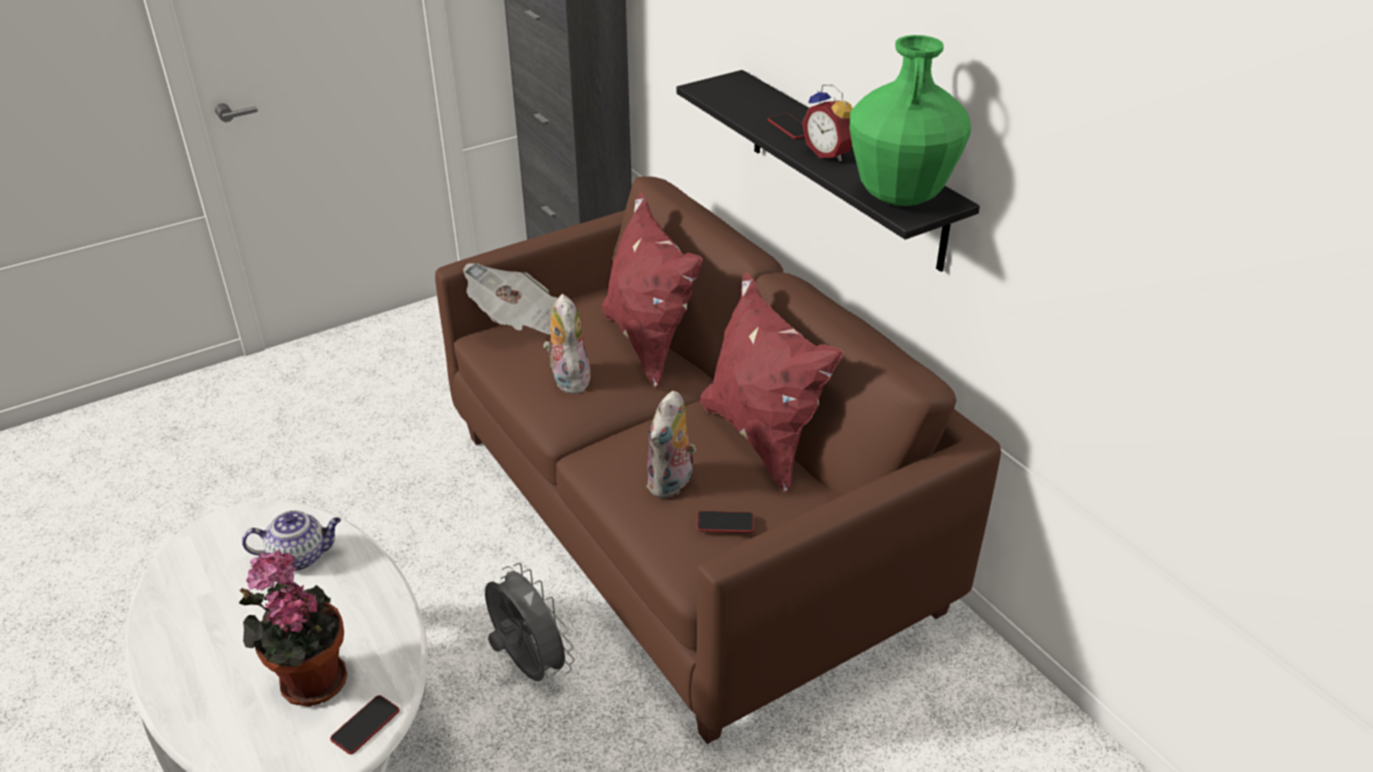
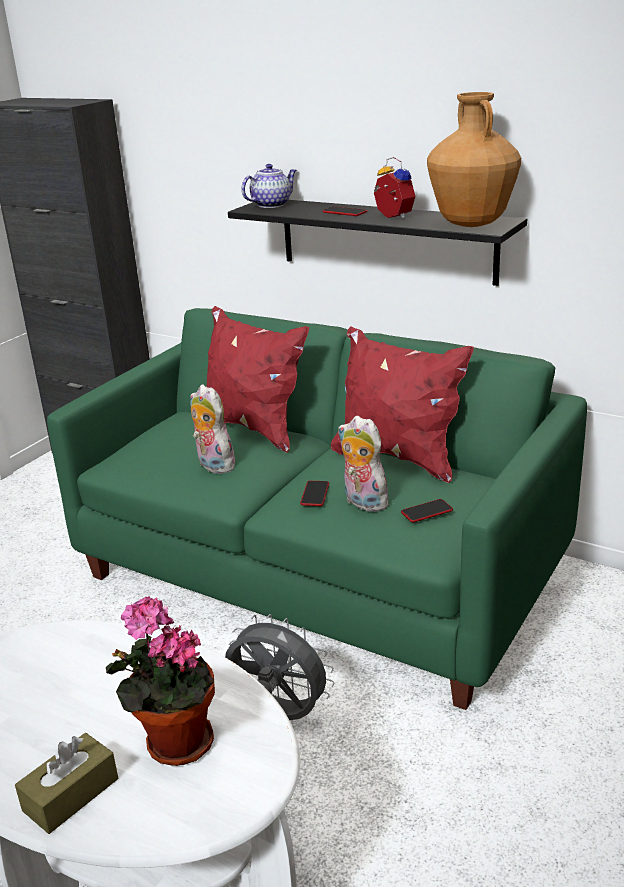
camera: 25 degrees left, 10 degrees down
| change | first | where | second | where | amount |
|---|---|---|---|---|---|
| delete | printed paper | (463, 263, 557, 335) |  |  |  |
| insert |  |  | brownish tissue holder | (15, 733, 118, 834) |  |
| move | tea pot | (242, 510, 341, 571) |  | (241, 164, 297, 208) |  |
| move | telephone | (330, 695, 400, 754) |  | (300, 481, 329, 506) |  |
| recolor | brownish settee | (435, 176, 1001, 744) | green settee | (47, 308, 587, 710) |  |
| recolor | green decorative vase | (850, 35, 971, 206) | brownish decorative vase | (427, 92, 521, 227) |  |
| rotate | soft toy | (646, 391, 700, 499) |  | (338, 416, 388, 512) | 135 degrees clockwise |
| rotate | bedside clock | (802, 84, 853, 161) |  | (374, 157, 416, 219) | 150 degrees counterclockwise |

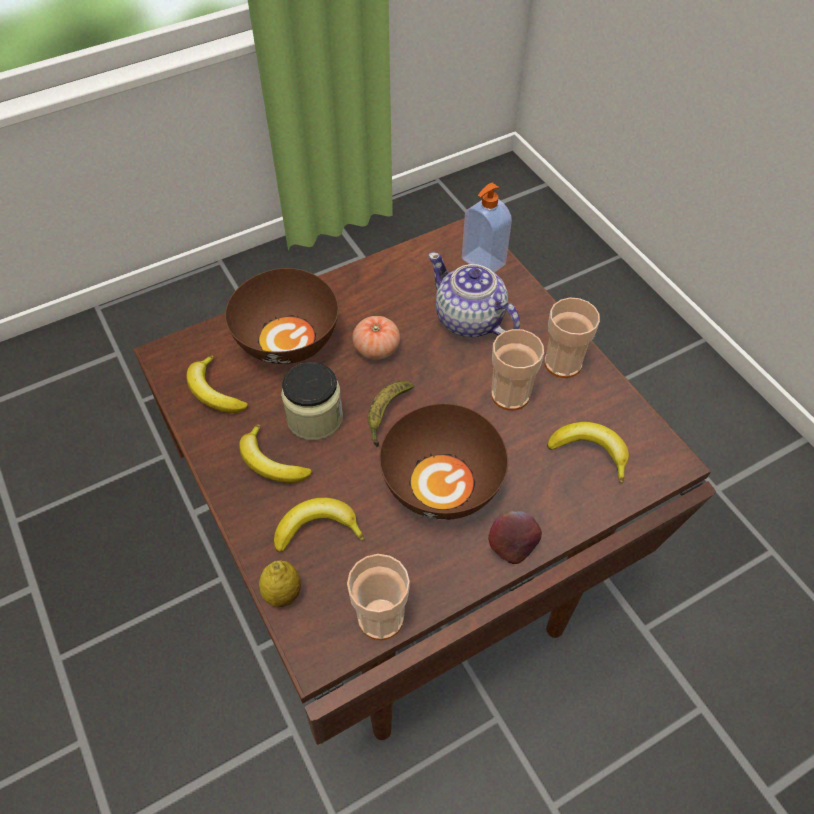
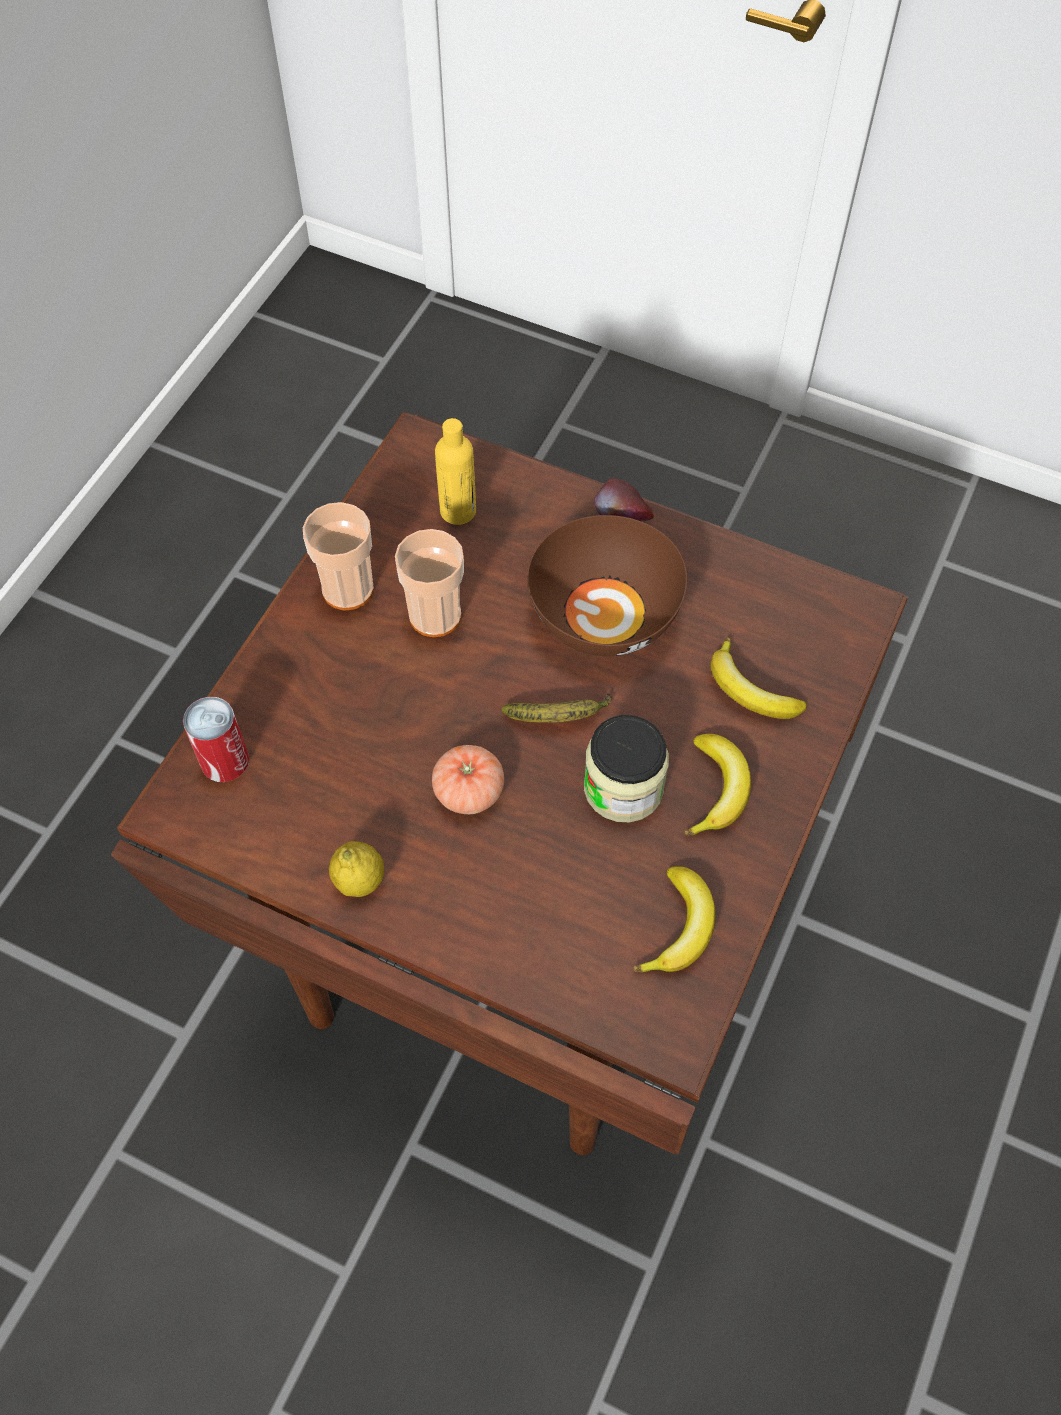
camera: 125 degrees left, 5 degrees up
| change | first | where | second | where | amount |
|---|---|---|---|---|---|
| delete | brownish serving bowl | (225, 268, 339, 364) |  |  |  |
| delete | small cup | (347, 554, 410, 640) |  |  |  |
| delete | tea pot | (428, 252, 520, 337) |  |  |  |
| move | citrus fruit | (259, 561, 301, 607) |  | (329, 841, 384, 897) |  |
| replace | soap bottle | (462, 183, 512, 273) | metal can | (183, 697, 249, 782) |  |
| replace | banana fruit | (547, 422, 629, 484) | yellowish drink bottle | (435, 418, 476, 525) |  |

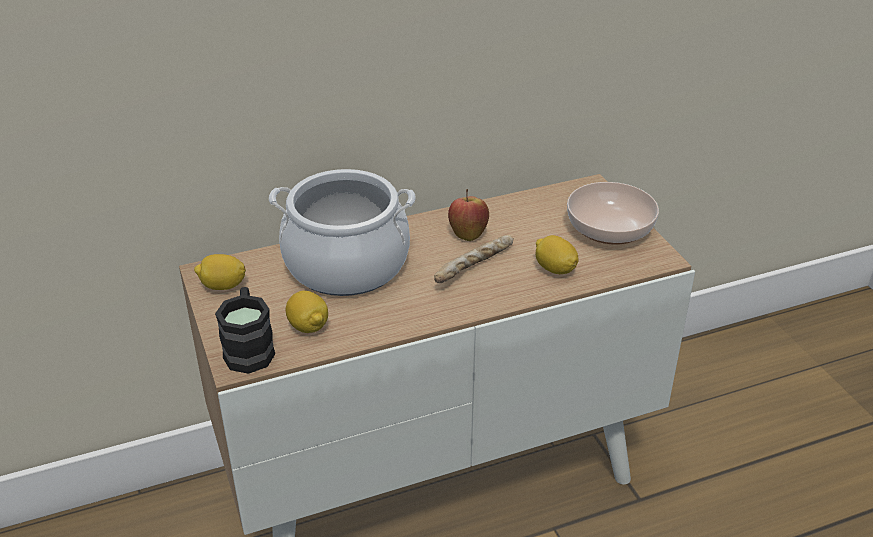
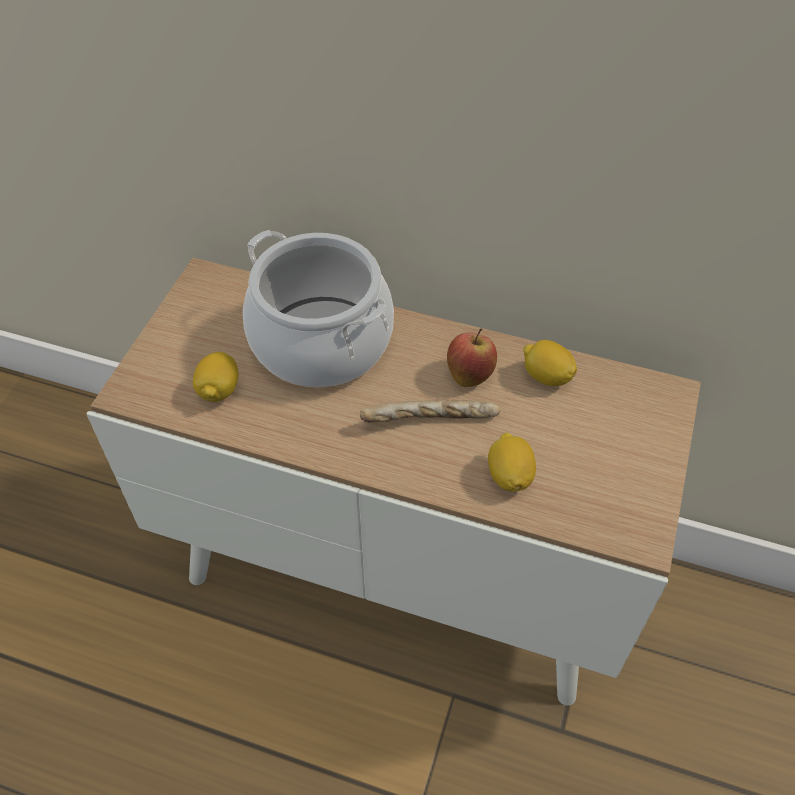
camera: 40 degrees right, 15 degrees up
| change | first | where | second | where | amount |
|---|---|---|---|---|---|
| delete | black tea mug | (215, 287, 275, 374) |  |  |  |
| delete | serving bowl | (567, 182, 659, 244) |  |  |  |
| move | citrus fruit | (194, 254, 246, 290) |  | (523, 340, 577, 386) |  |

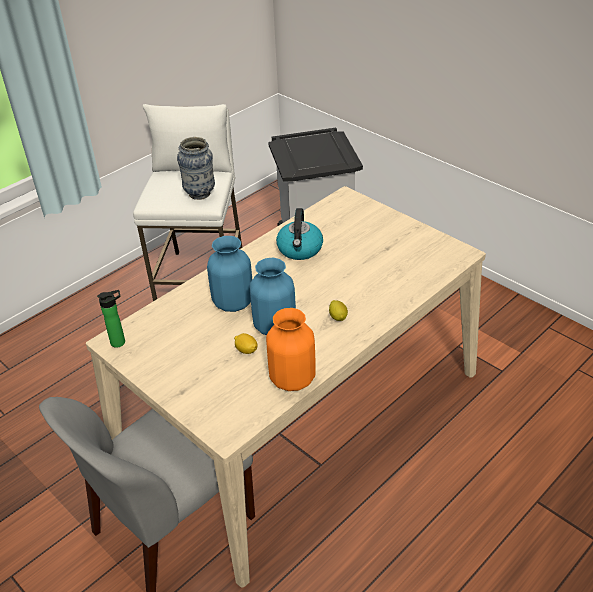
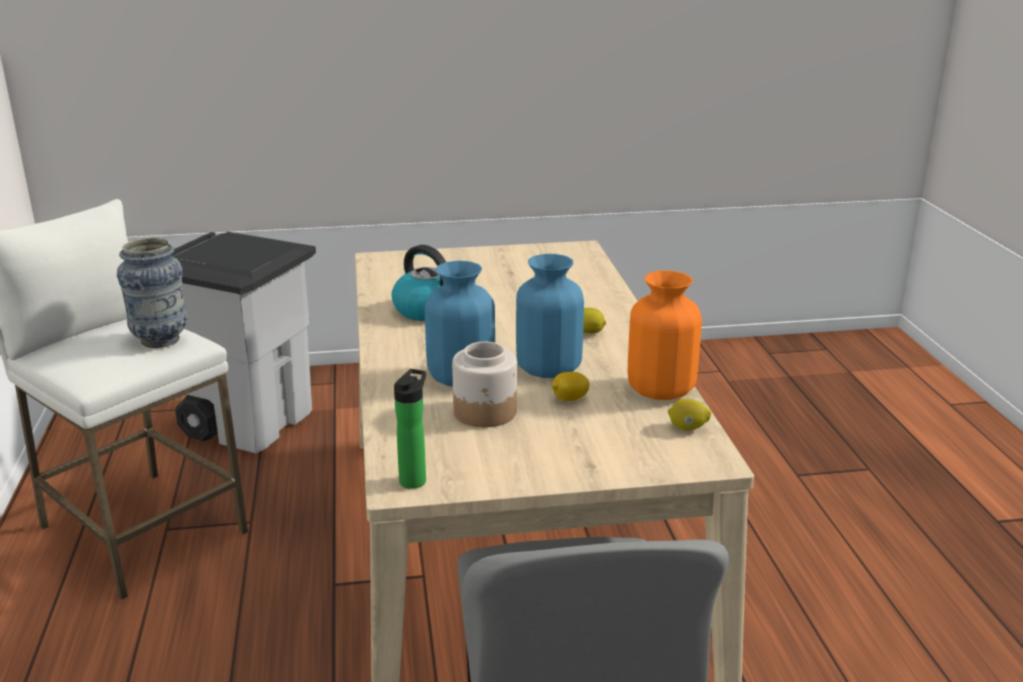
camera: 55 degrees left, 15 degrees down
| change | first | where | second | where | amount |
|---|---|---|---|---|---|
| insert |  |  | preserve jar | (452, 342, 517, 427) |  |
| insert |  |  | citrus fruit | (668, 399, 711, 431) |  |

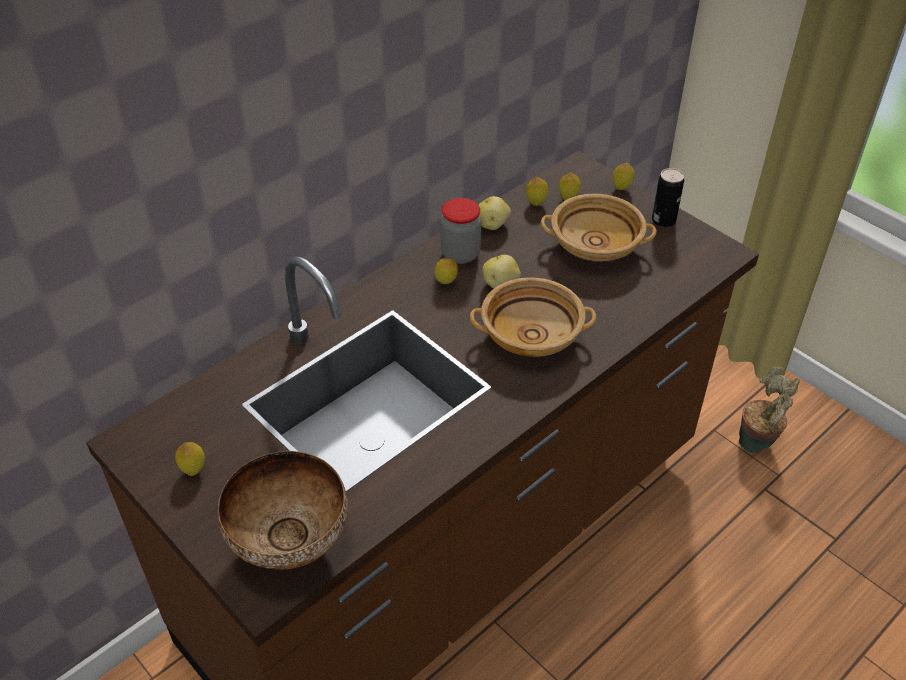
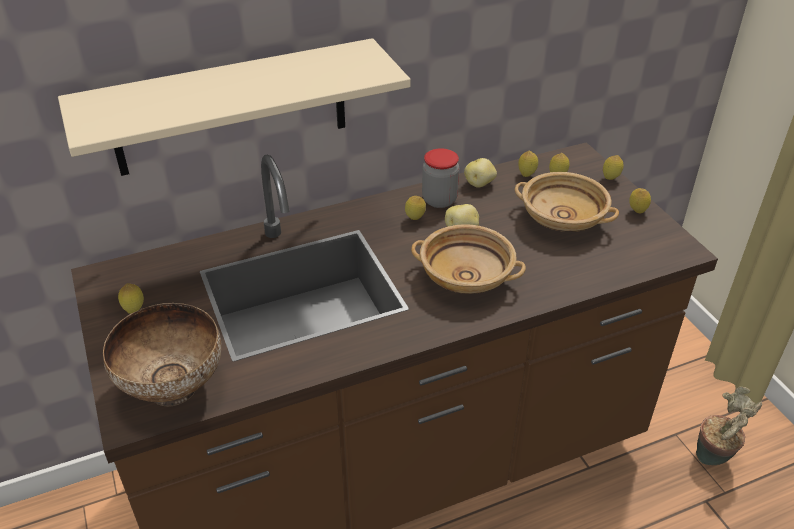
camera: 20 degrees right, 5 degrees down
| change | first | where | second | where | amount |
|---|---|---|---|---|---|
| insert |  |  | beige-coloured shelf | (58, 38, 411, 176) |  |
| replace | metal can | (652, 168, 684, 227) | citrus fruit | (629, 188, 651, 213) |  |

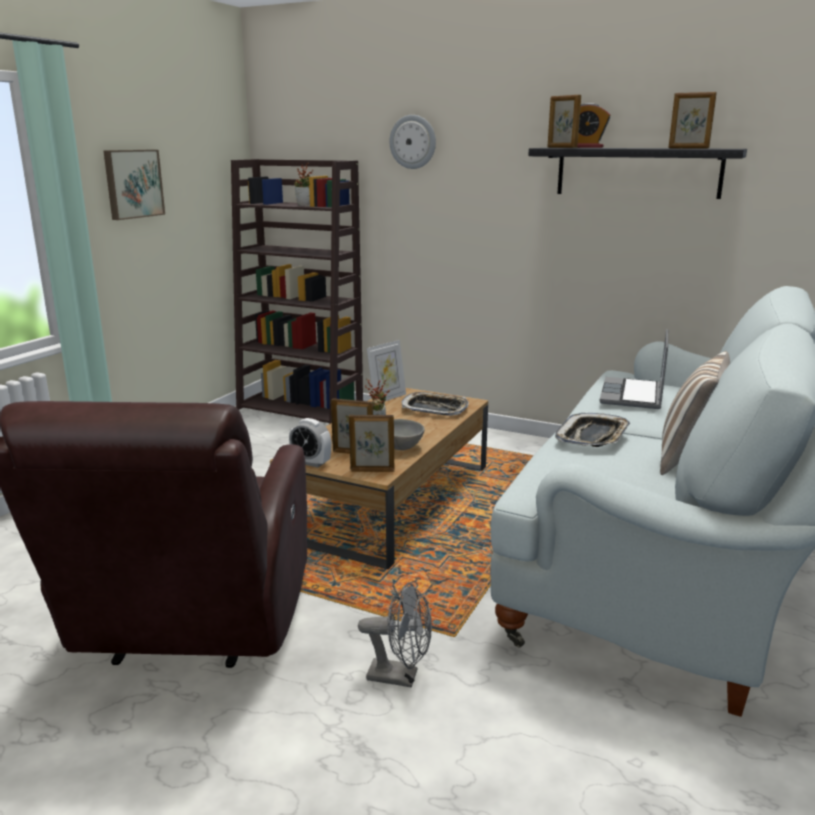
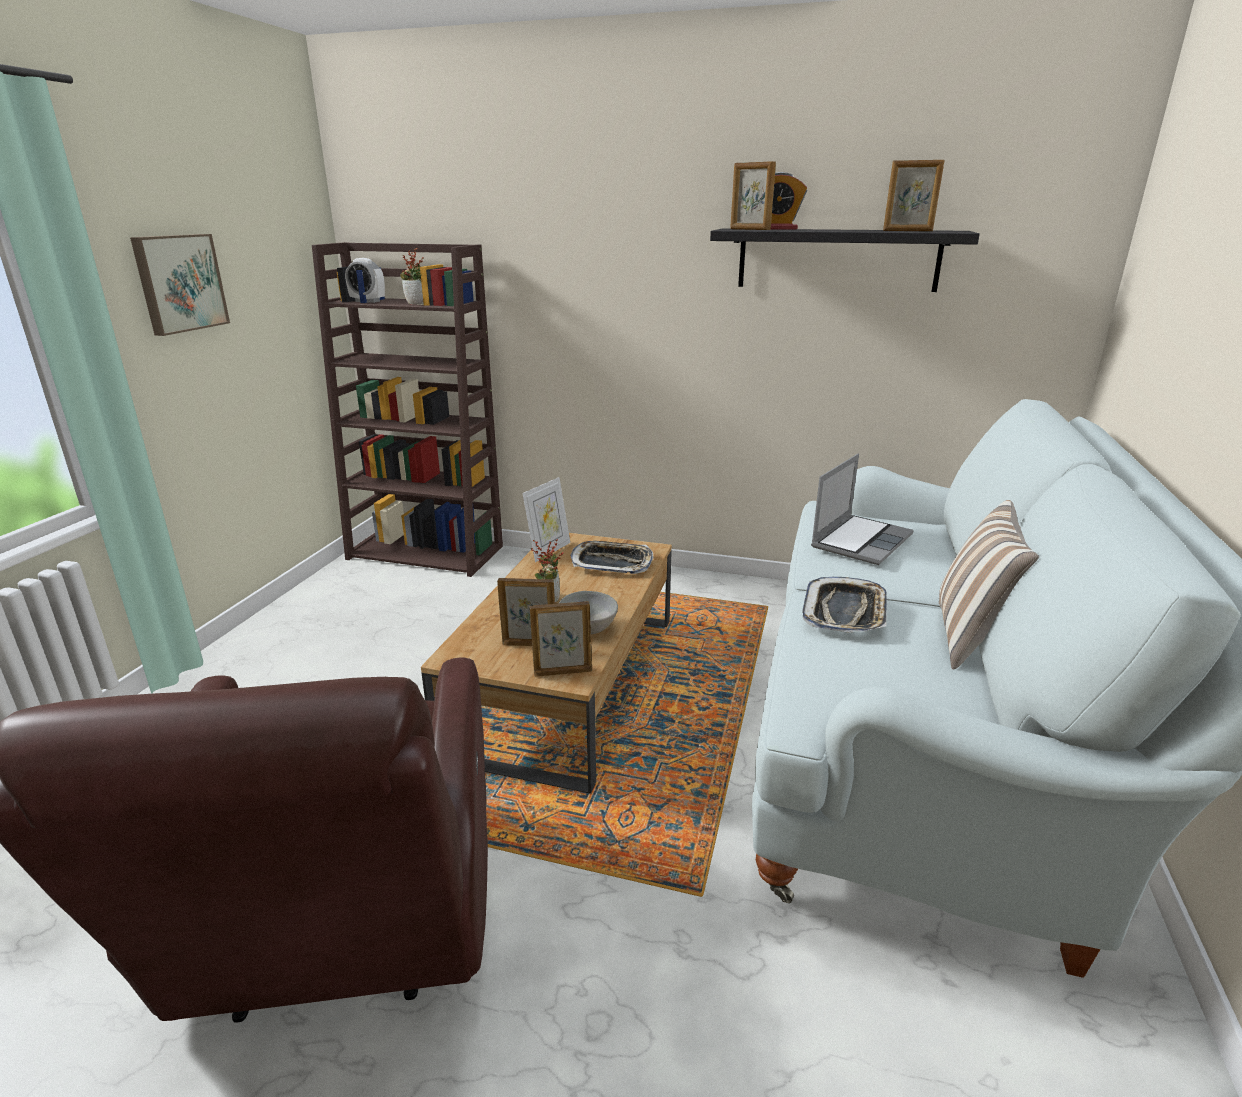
camera: 10 degrees left, 5 degrees up
| change | first | where | second | where | amount |
|---|---|---|---|---|---|
| delete | gray electric fan | (358, 583, 432, 688) |  |  |  |
| delete | hanging clock | (389, 115, 436, 169) |  |  |  |
| move | bedside clock | (289, 418, 331, 467) |  | (345, 258, 385, 303) |  |
| rotate | notebook computer | (600, 329, 668, 409) |  | (811, 454, 914, 565) | 150 degrees counterclockwise |

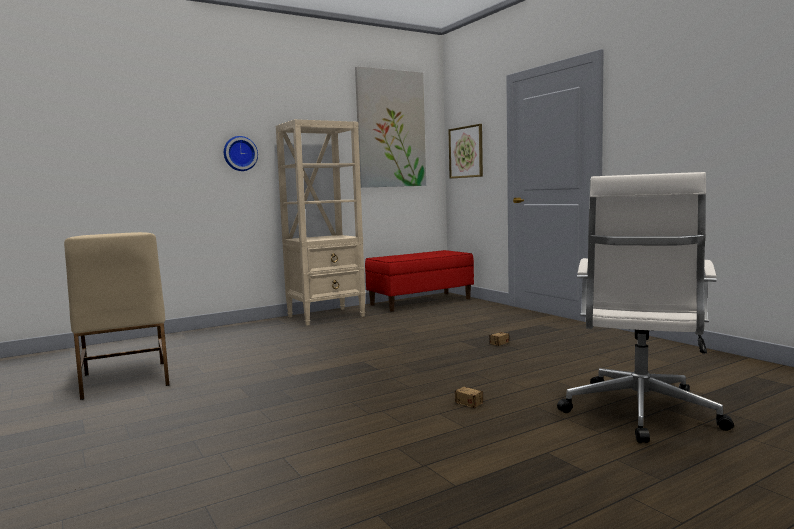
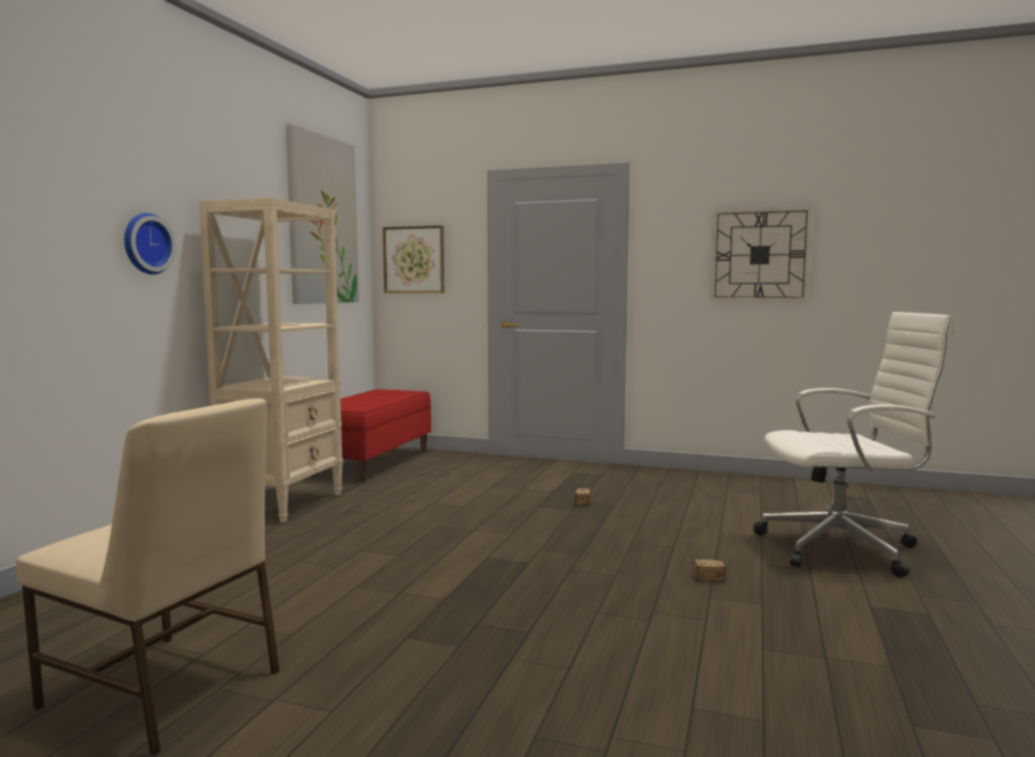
camera: 40 degrees left, 0 degrees up
| change | first | where | second | where | amount |
|---|---|---|---|---|---|
| insert |  |  | hanging clock | (711, 207, 812, 301) |  |
| rotate | white-coloured desk chair | (557, 172, 734, 443) |  | (753, 312, 953, 578) | 75 degrees counterclockwise |

